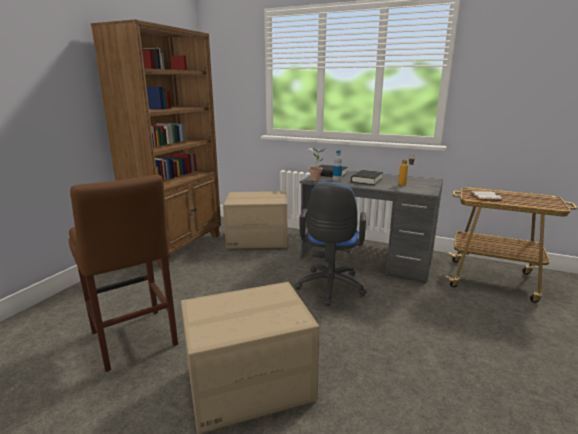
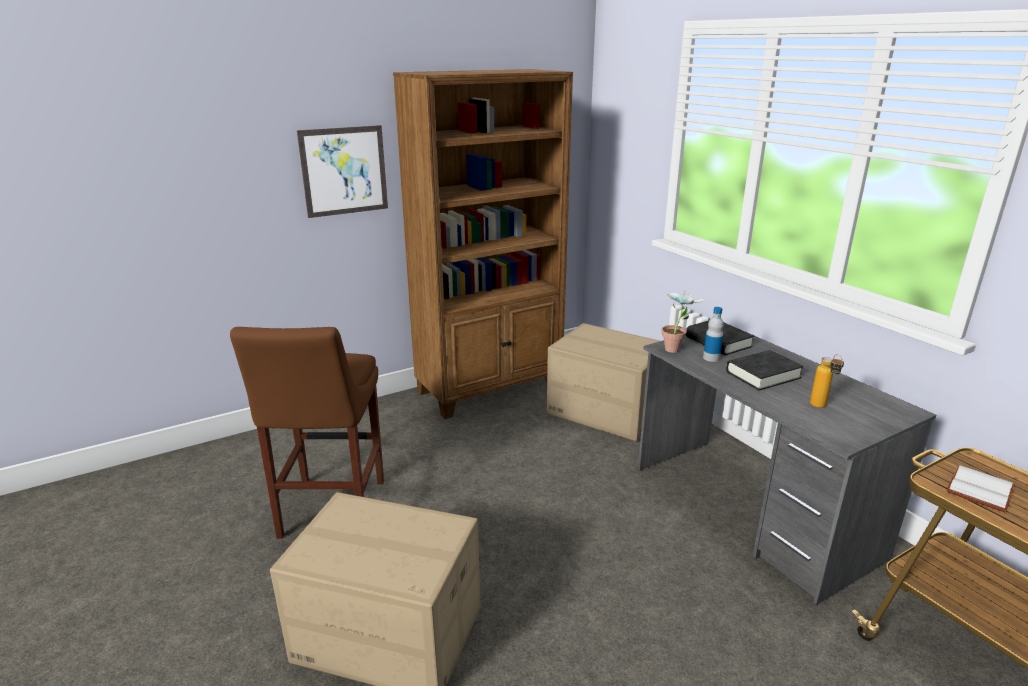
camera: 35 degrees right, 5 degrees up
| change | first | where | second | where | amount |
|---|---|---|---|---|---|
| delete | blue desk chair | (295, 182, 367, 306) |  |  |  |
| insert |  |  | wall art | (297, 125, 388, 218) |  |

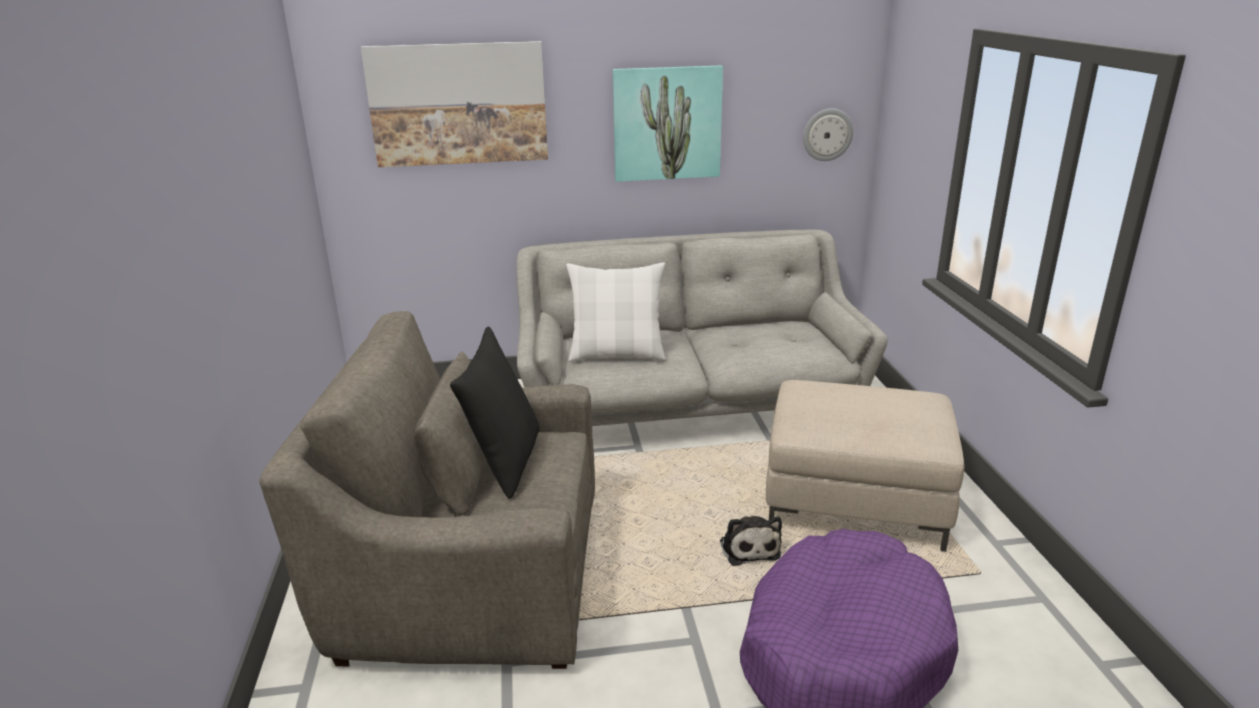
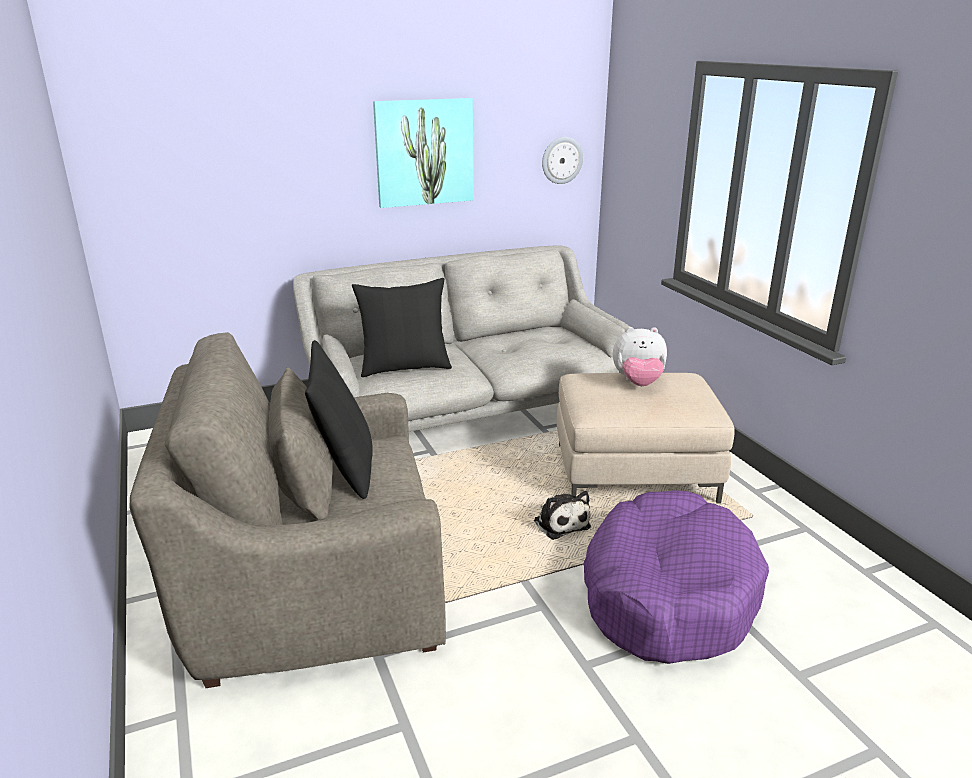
camera: 15 degrees left, 0 degrees up
| change | first | where | second | where | amount |
|---|---|---|---|---|---|
| delete | wall art | (361, 41, 548, 167) |  |  |  |
| insert |  |  | soft toy | (613, 327, 667, 386) |  |
| recolor | white-coloured cushion | (566, 262, 666, 362) | black cushion | (352, 278, 452, 377) |  |

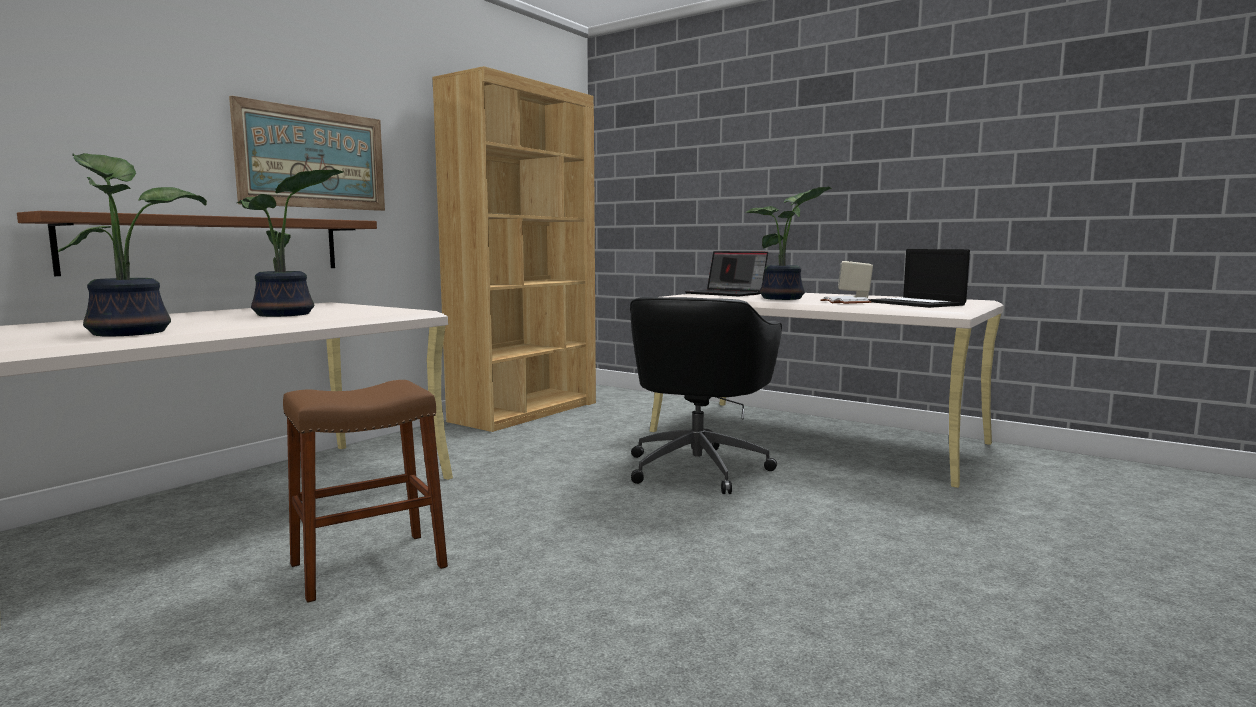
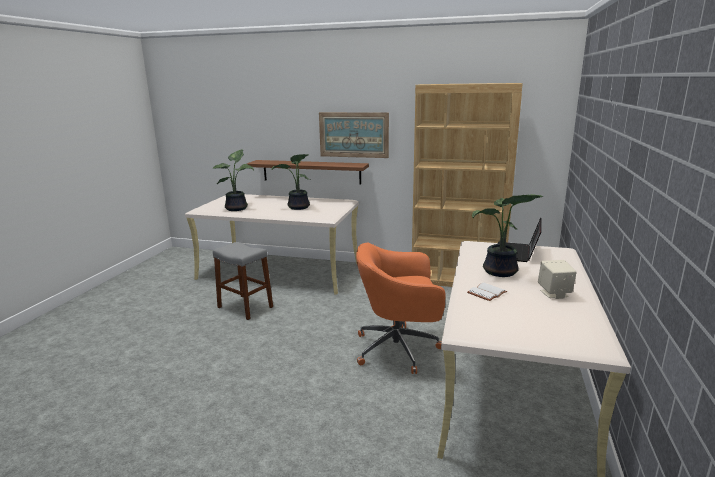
camera: 70 degrees right, 10 degrees up
| change | first | where | second | where | amount |
|---|---|---|---|---|---|
| delete | notebook computer | (869, 249, 970, 308) |  |  |  |
| recolor | brownish stool seat | (283, 380, 448, 603) | gray stool seat | (213, 242, 273, 320) |  |
| recolor | black desk chair | (630, 297, 782, 494) | orangey desk chair | (356, 243, 445, 374) |  |

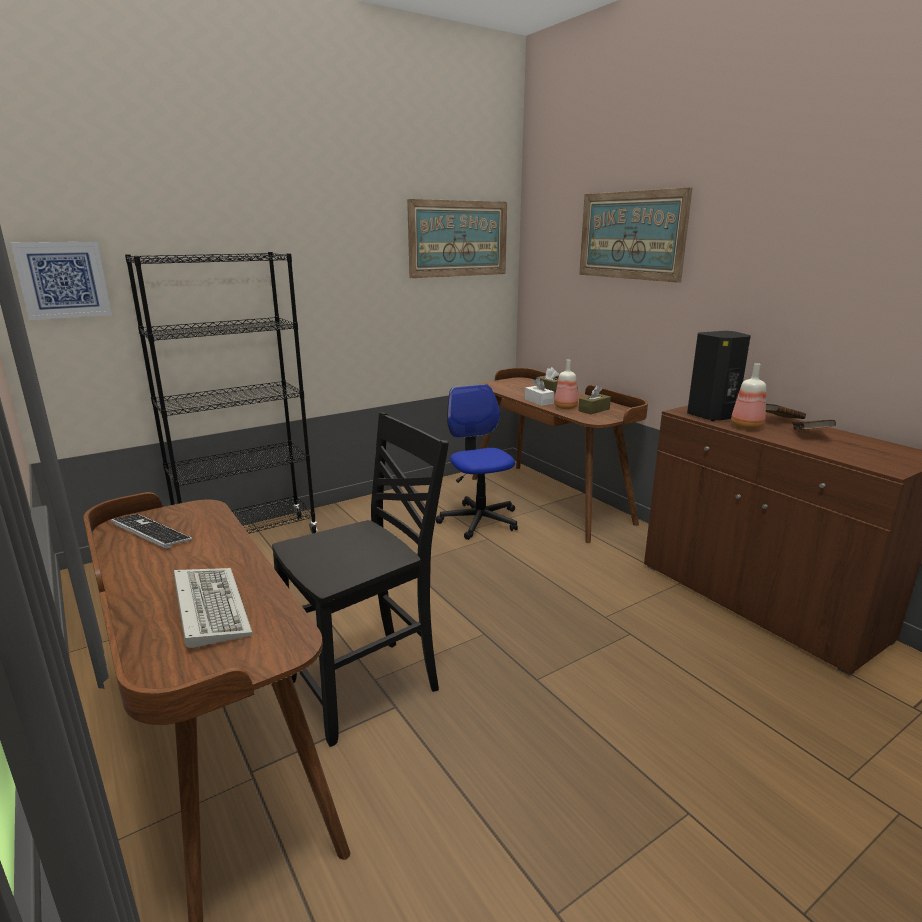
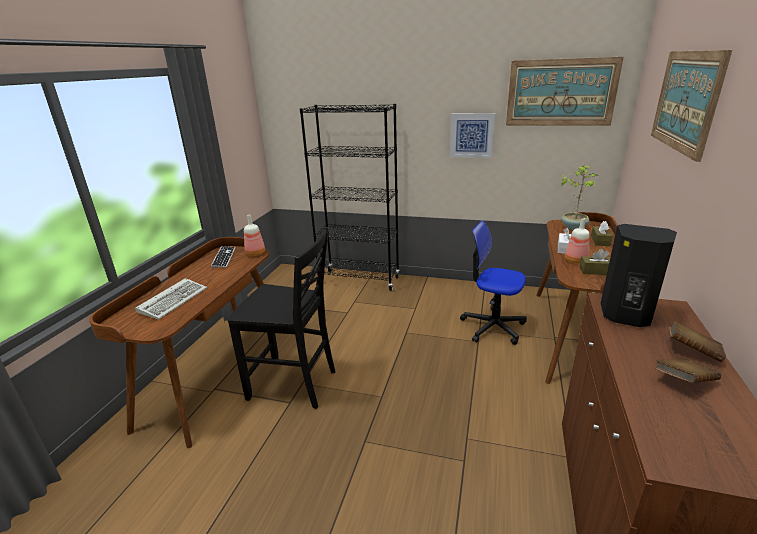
camera: 50 degrees right, 5 degrees up
| change | first | where | second | where | amount |
|---|---|---|---|---|---|
| insert |  |  | plant in a pot | (561, 164, 598, 230) |  |
| move | wall art | (10, 242, 112, 320) |  | (450, 113, 495, 158) |  |
| move | drink bottle | (731, 363, 766, 429) |  | (244, 215, 265, 256) |  |
| rotate | desk chair | (436, 384, 518, 540) |  | (460, 220, 527, 345) | 90 degrees counterclockwise |

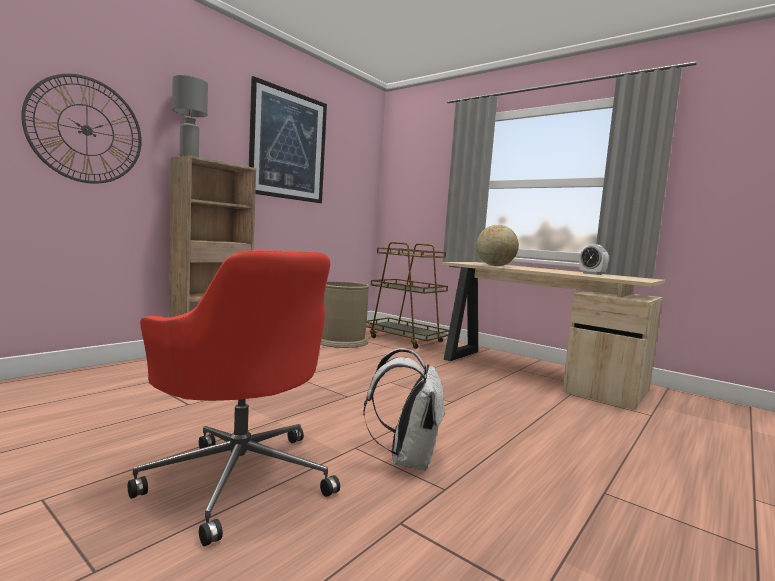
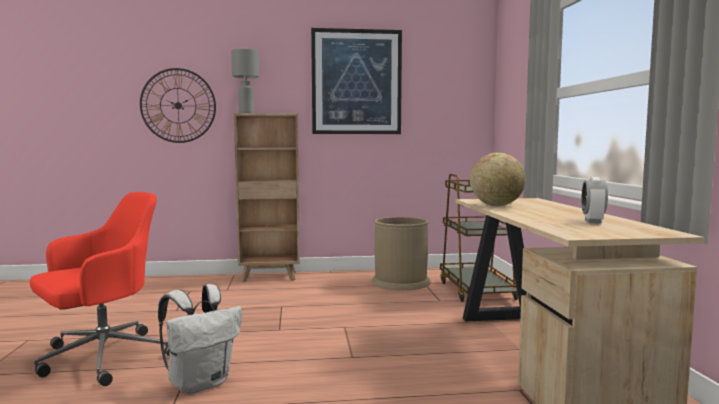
camera: 45 degrees right, 0 degrees up
| change | first | where | second | where | amount |
|---|---|---|---|---|---|
| rotate | red desk chair | (128, 250, 340, 546) |  | (30, 192, 170, 386) | 135 degrees counterclockwise |

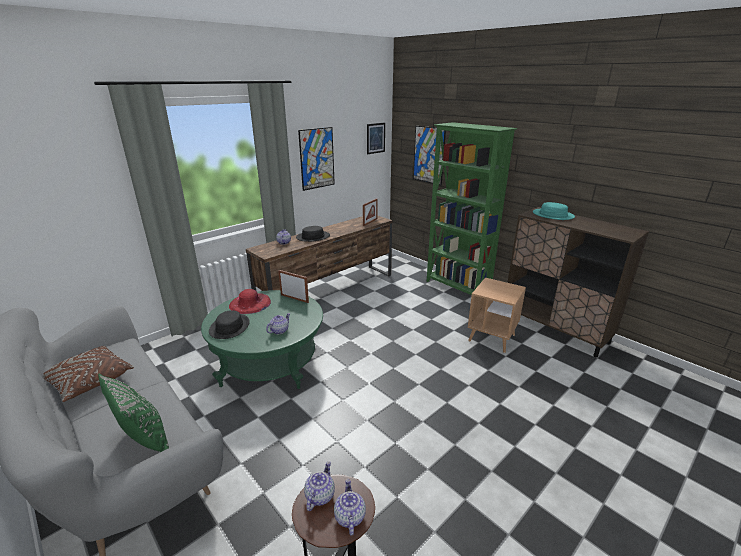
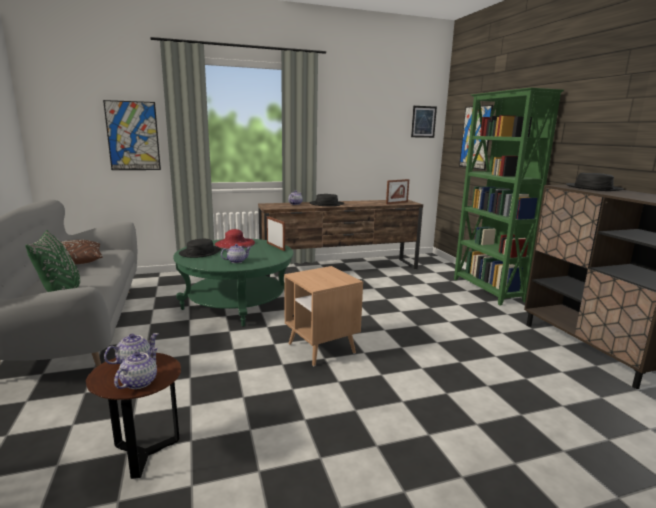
camera: 25 degrees right, 10 degrees down
| change | first | where | second | where | amount |
|---|---|---|---|---|---|
| move | wall art | (298, 127, 335, 191) |  | (103, 100, 161, 170) |  |
| move | brownish end table | (468, 277, 526, 353) |  | (284, 266, 363, 366) |  |
| recolor | blue-green wearable hat | (533, 202, 575, 220) | black wearable hat | (566, 173, 624, 191) |  |

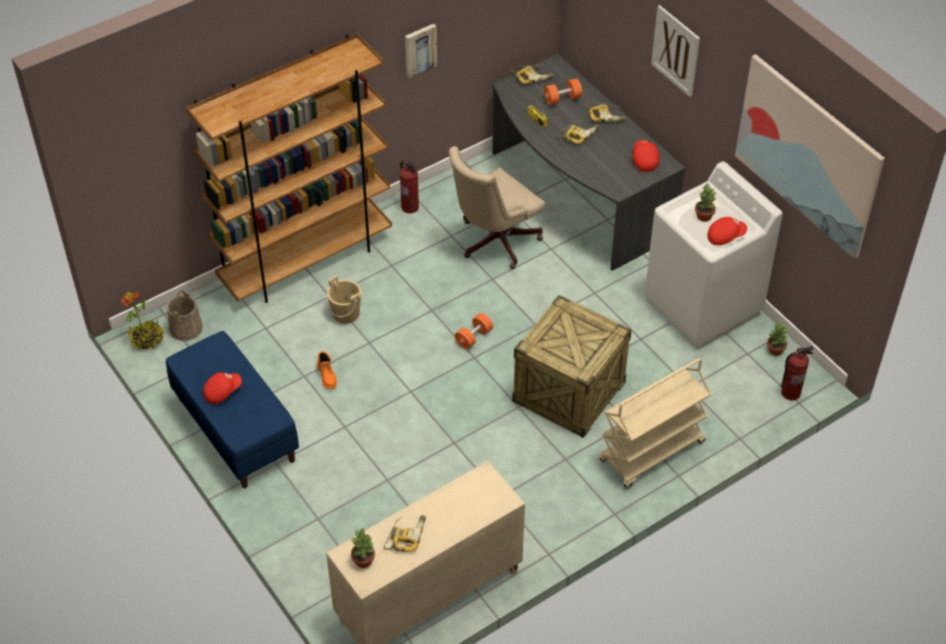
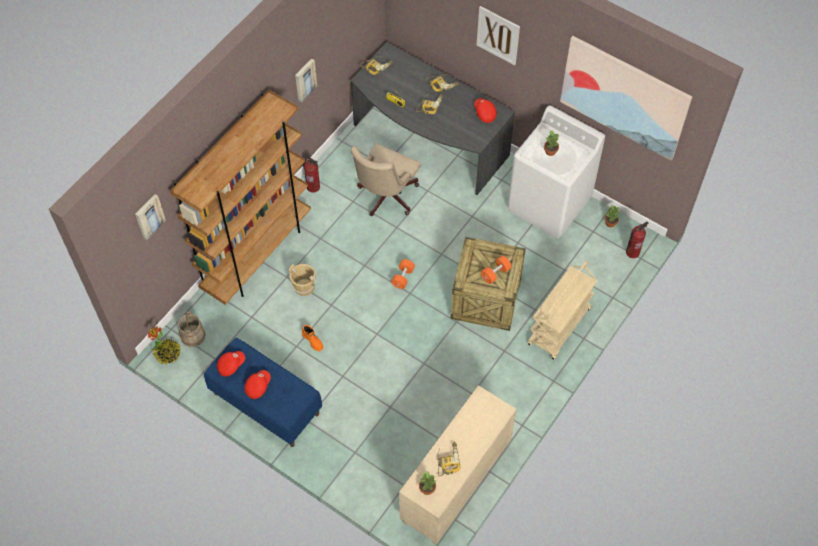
camera: 20 degrees left, 10 degrees up
| change | first | where | second | where | amount |
|---|---|---|---|---|---|
| insert |  |  | wall art | (135, 194, 166, 240) |  |
| move | orangey hand weight | (544, 78, 582, 105) |  | (481, 256, 512, 284) |  |
| move | red baseball cap | (707, 217, 747, 245) |  | (217, 351, 245, 377) |  |

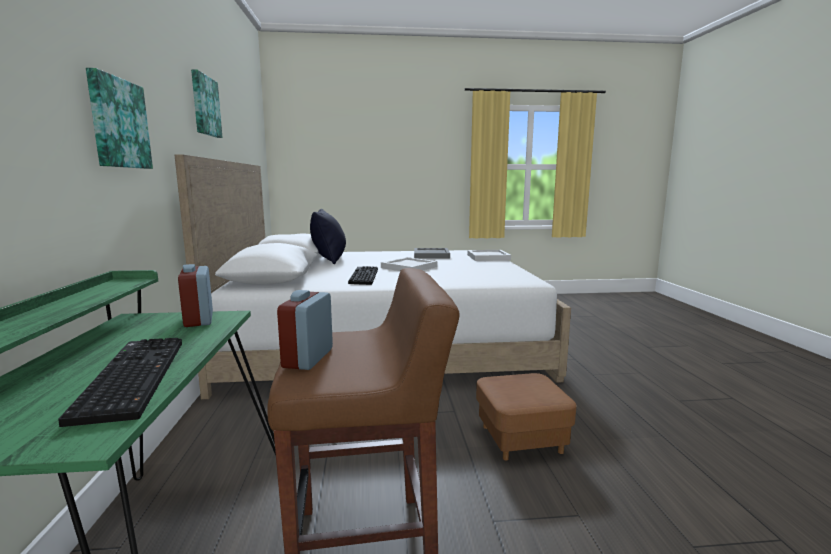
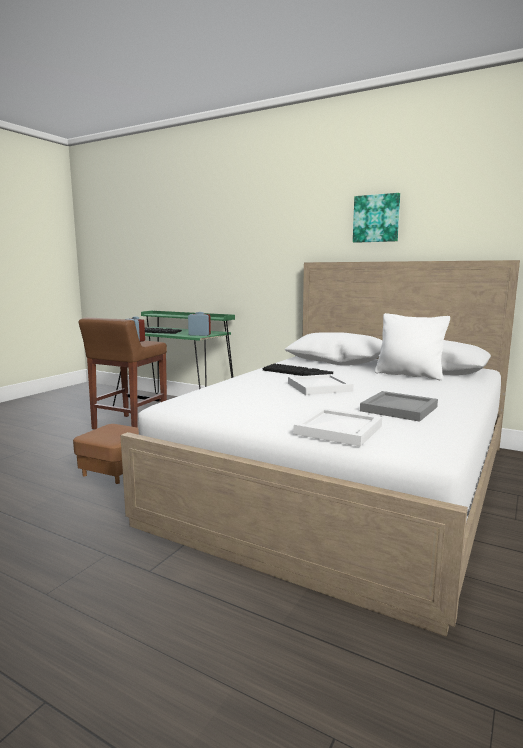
camera: 125 degrees right, 0 degrees up
| change | first | where | second | where | amount |
|---|---|---|---|---|---|
| delete | wall art | (86, 68, 153, 169) |  |  |  |
| recolor | black cushion | (310, 209, 346, 264) | white-coloured cushion | (375, 313, 450, 380) |  |

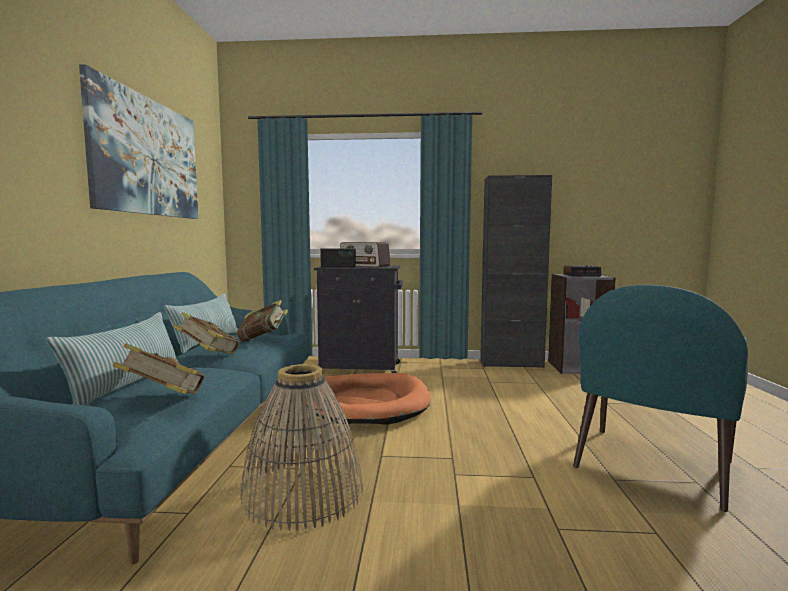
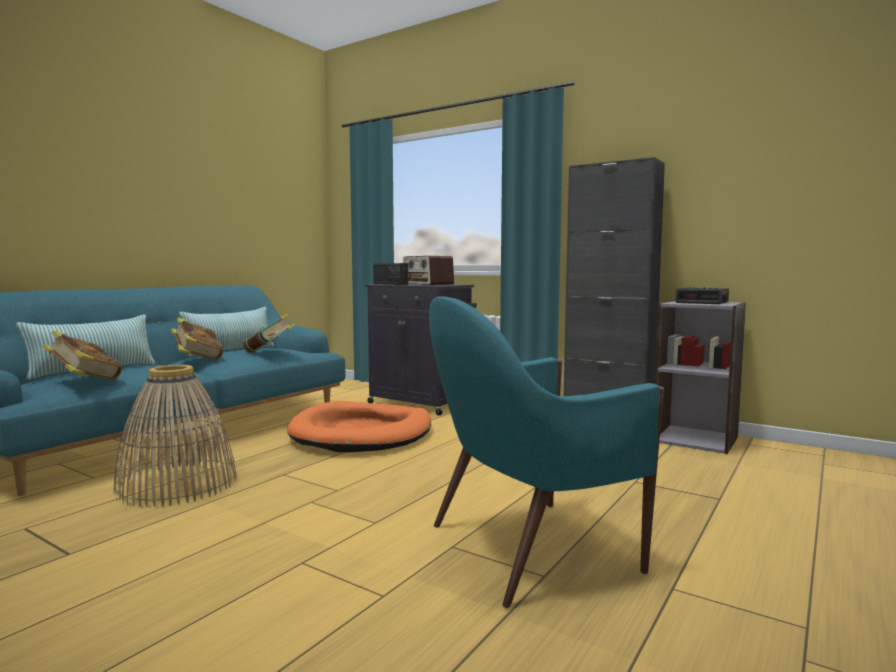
camera: 30 degrees right, 0 degrees up
| change | first | where | second | where | amount |
|---|---|---|---|---|---|
| delete | wall art | (79, 64, 198, 219) |  |  |  |

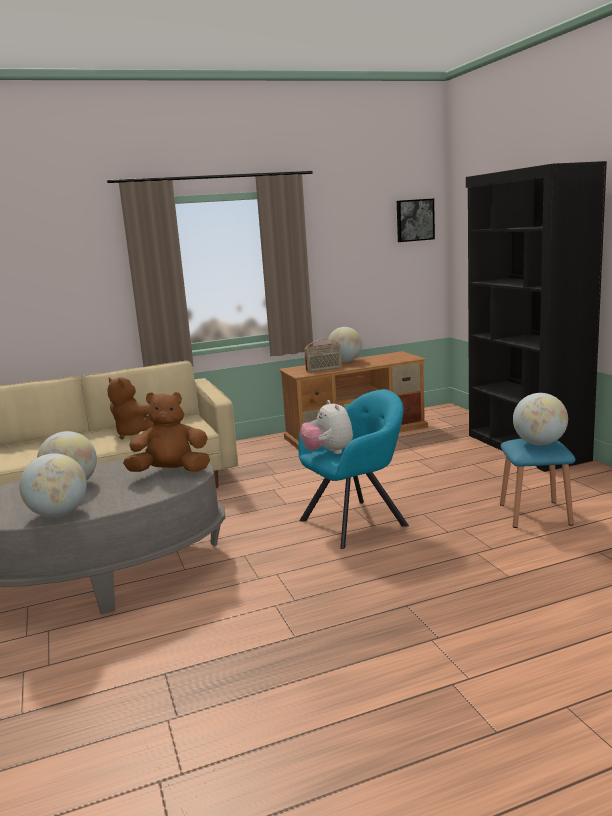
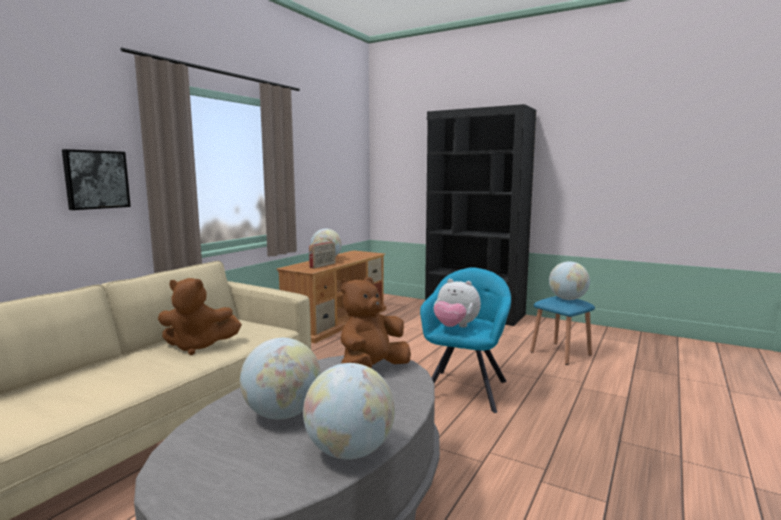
camera: 40 degrees left, 5 degrees down
| change | first | where | second | where | amount |
|---|---|---|---|---|---|
| move | wall art | (397, 198, 435, 242) |  | (62, 149, 131, 210) |  |

